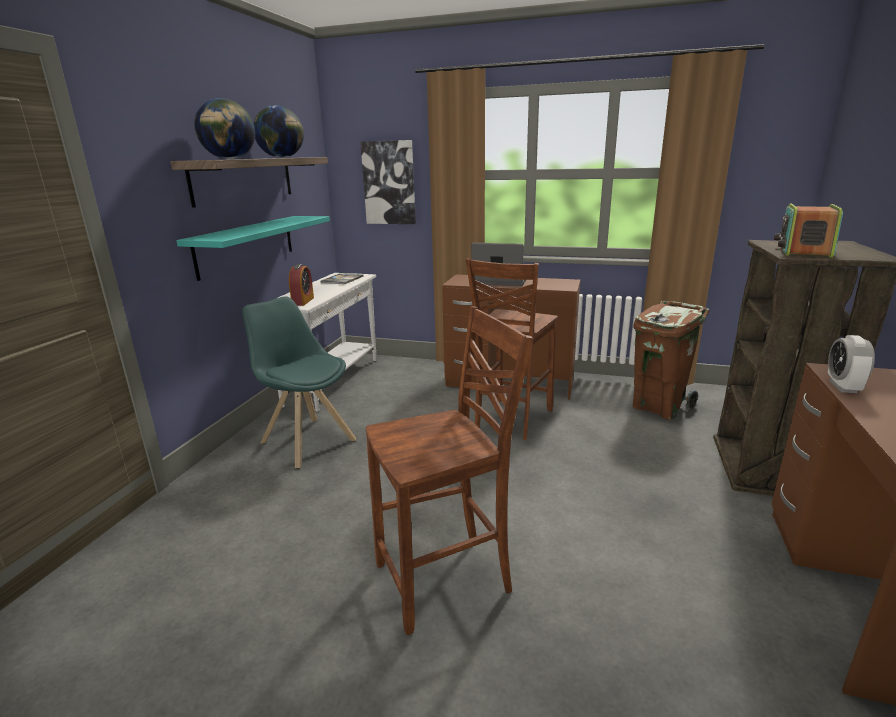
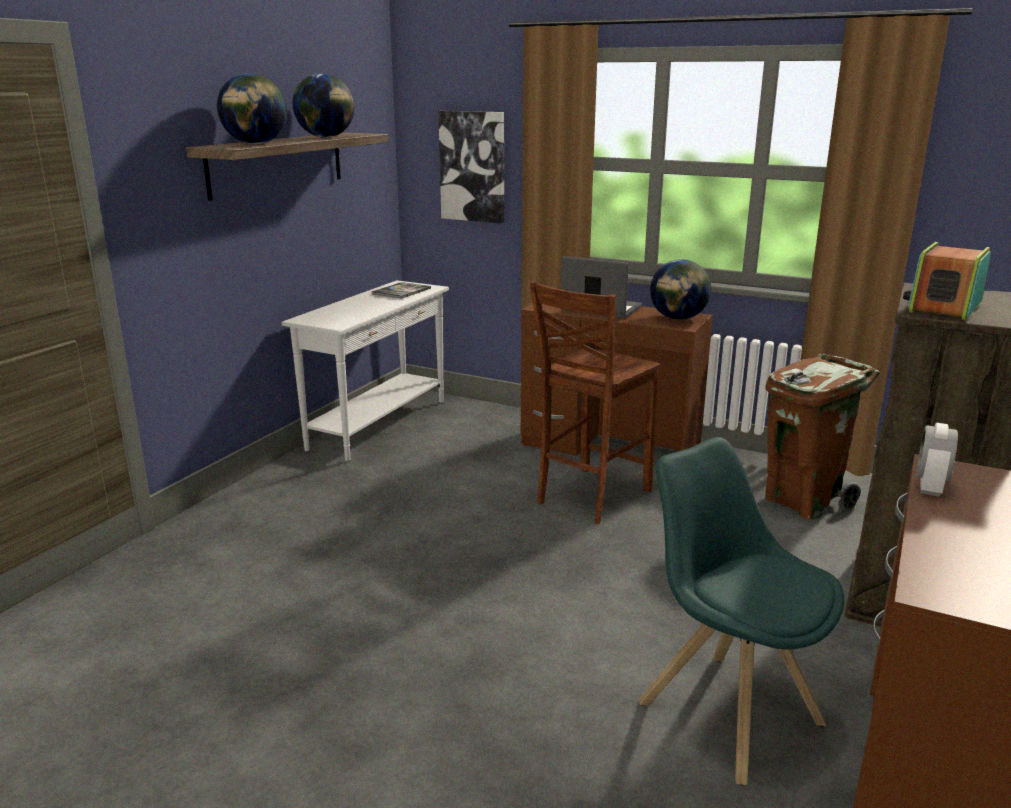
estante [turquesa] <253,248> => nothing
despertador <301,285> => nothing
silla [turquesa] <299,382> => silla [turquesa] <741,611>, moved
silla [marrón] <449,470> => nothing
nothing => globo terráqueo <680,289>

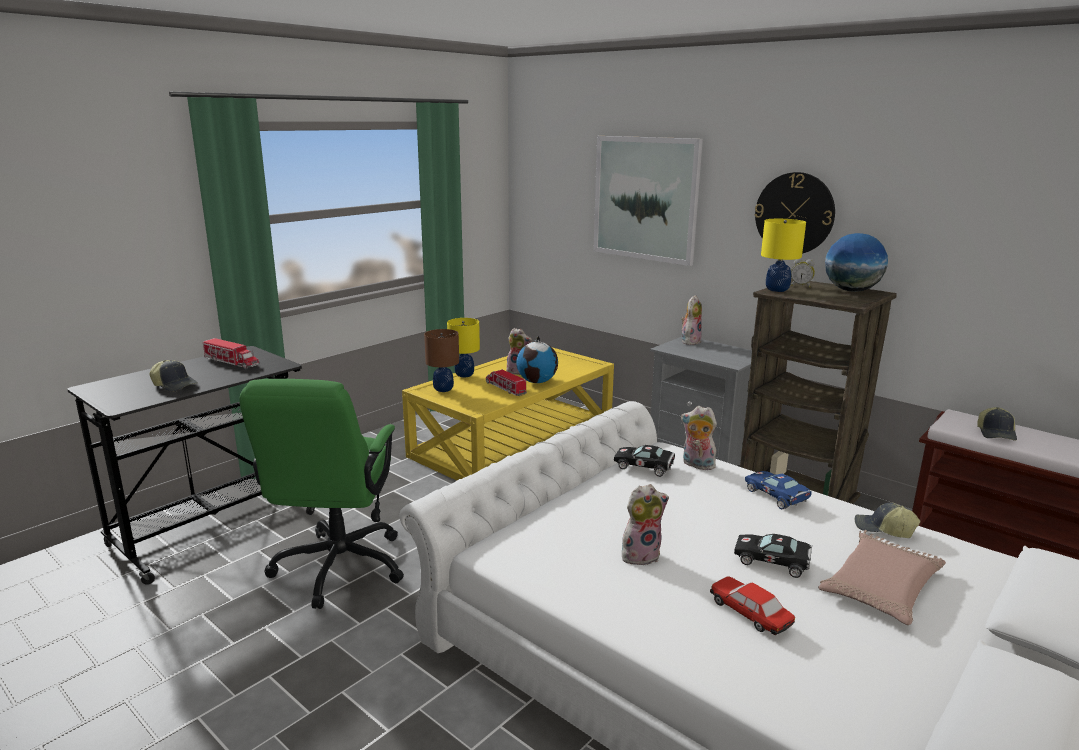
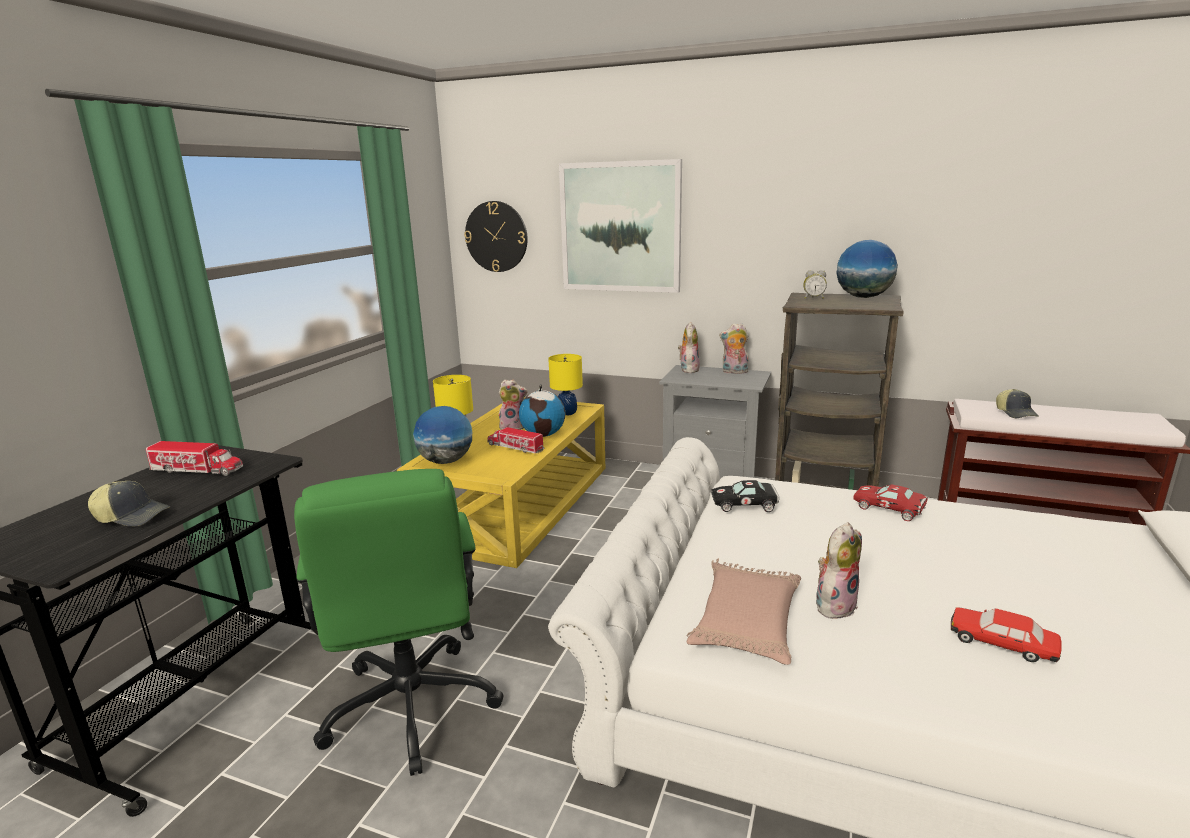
reloj de pared <795,213> => reloj de pared <496,236>, moved
lámpara de mesa [amarillo] <783,255> => lámpara de mesa [amarillo] <565,385>, moved
lámpara de mesa [marrón] <441,360> => globo terráqueo <442,435>
peluche <699,438> => peluche <734,348>, moved
coche de juguete [azul] <778,490> => coche de juguete [rojo] <891,503>
gorra <888,520> => nothing
cojín [beis] <882,577> => cojín [beis] <743,611>, moved
coche de juguete [negro] <773,556> => nothing

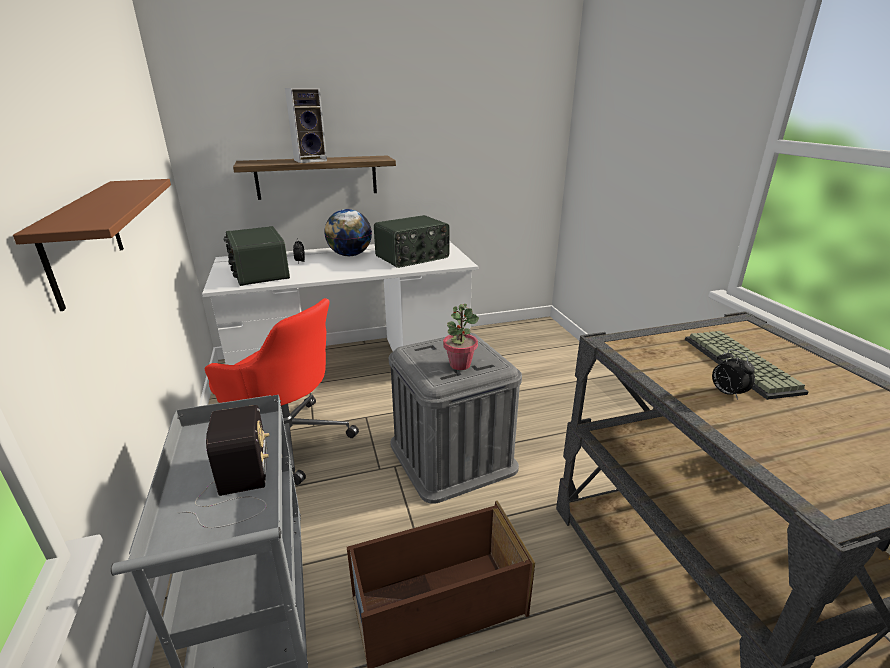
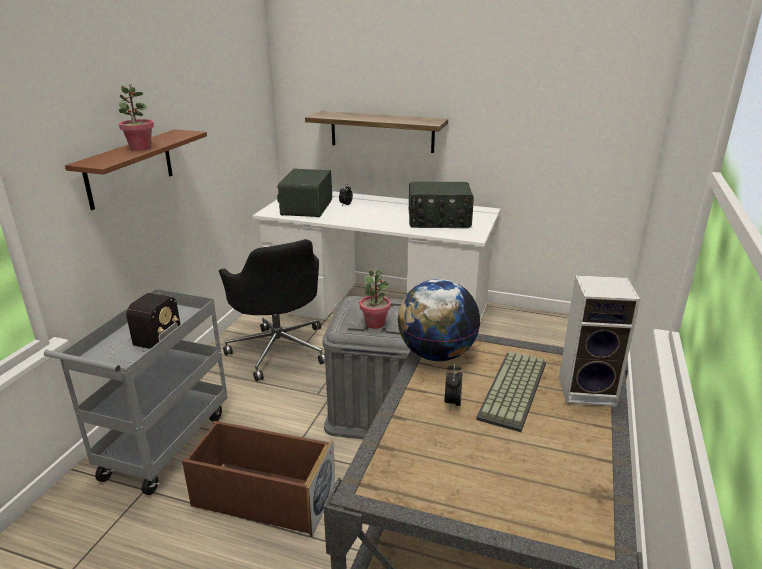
altavoz <306,125> => altavoz <599,341>, moved
globo terráqueo <348,232> => globo terráqueo <439,320>, moved
silla de oficina [rojo] <282,391> => silla de oficina [negro] <272,310>
nothing => planta en maceta <136,117>

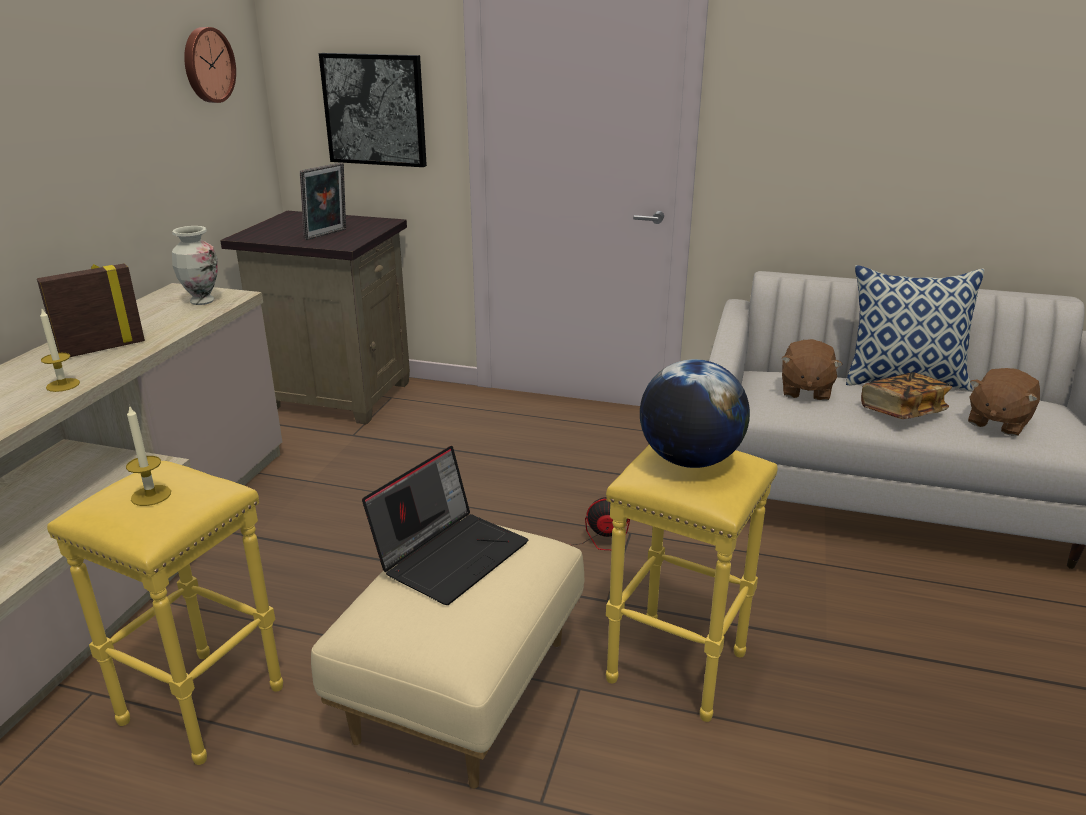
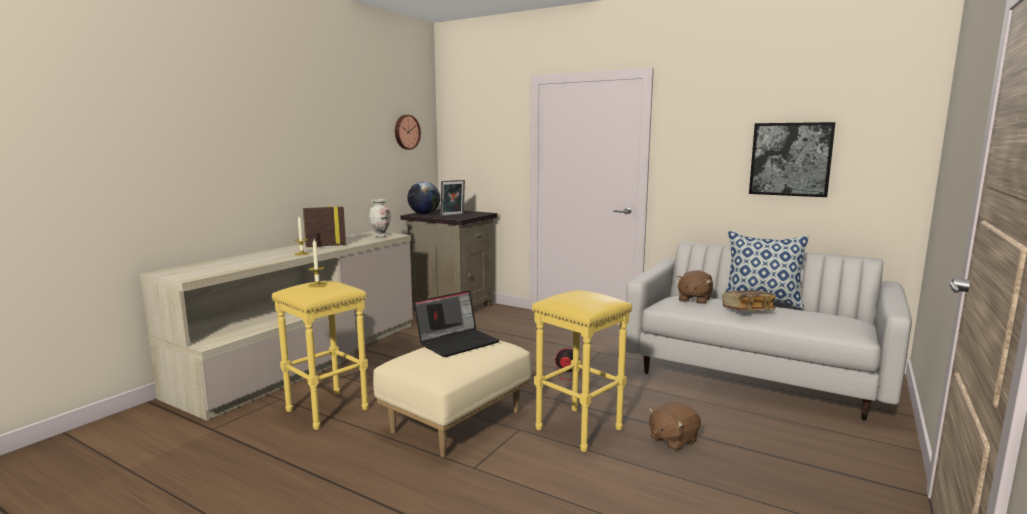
cuadro <373,110> => cuadro <792,159>, moved
globo terráqueo <695,413> => globo terráqueo <423,198>, moved
peluche [marrón] <1004,402> => peluche [marrón] <675,426>, moved

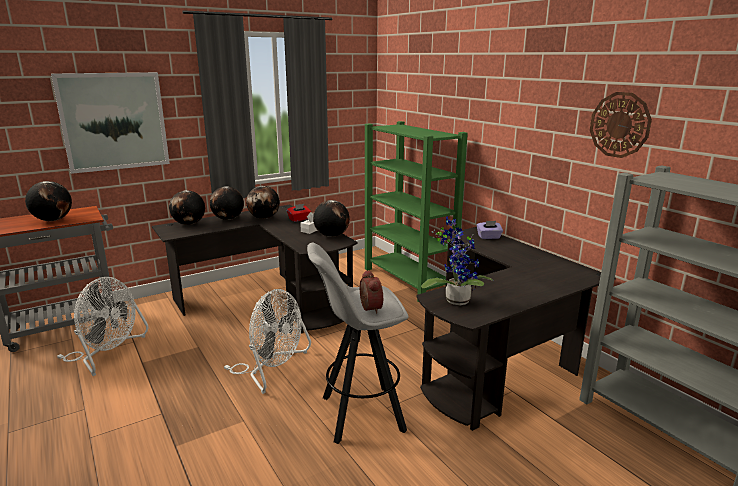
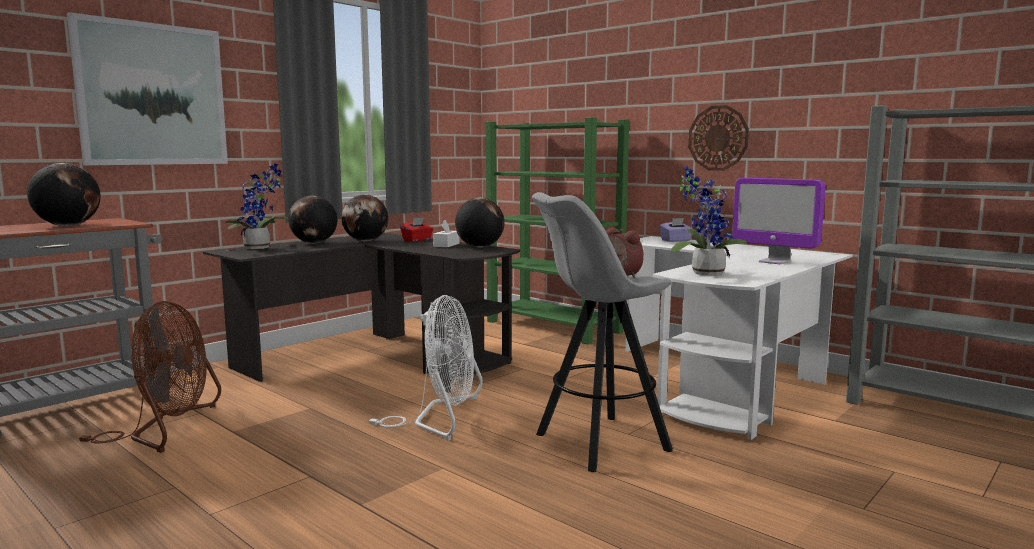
reloj de pared <621,125> => reloj de pared <718,138>, moved
globo terráqueo <187,207> => planta en maceta <256,206>
escritorio [negro] <516,329> => escritorio [blanco] <739,338>
ventilador [blanco] <102,326> => ventilador [marrón] <150,377>
nothing => monitor <778,221>

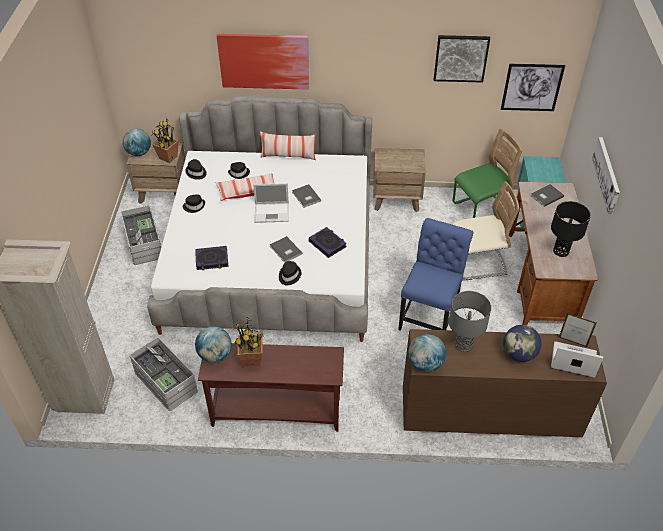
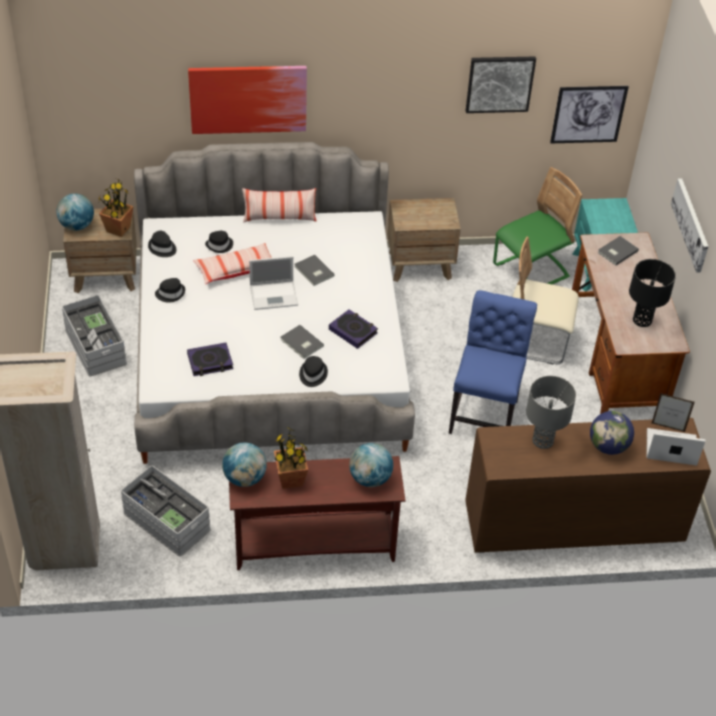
silla [beis] <485,230> => silla [beis] <546,300>, 150 degrees counterclockwise
globo terráqueo <427,353> => globo terráqueo <371,465>, moved

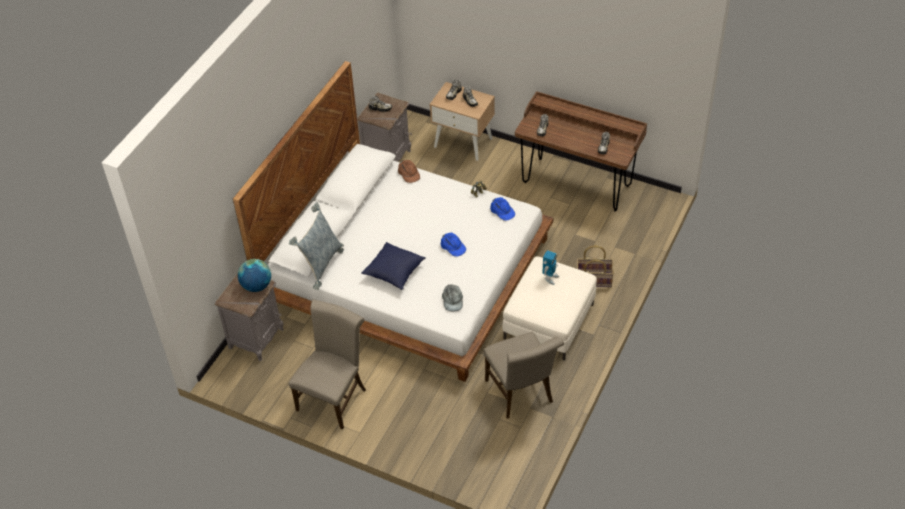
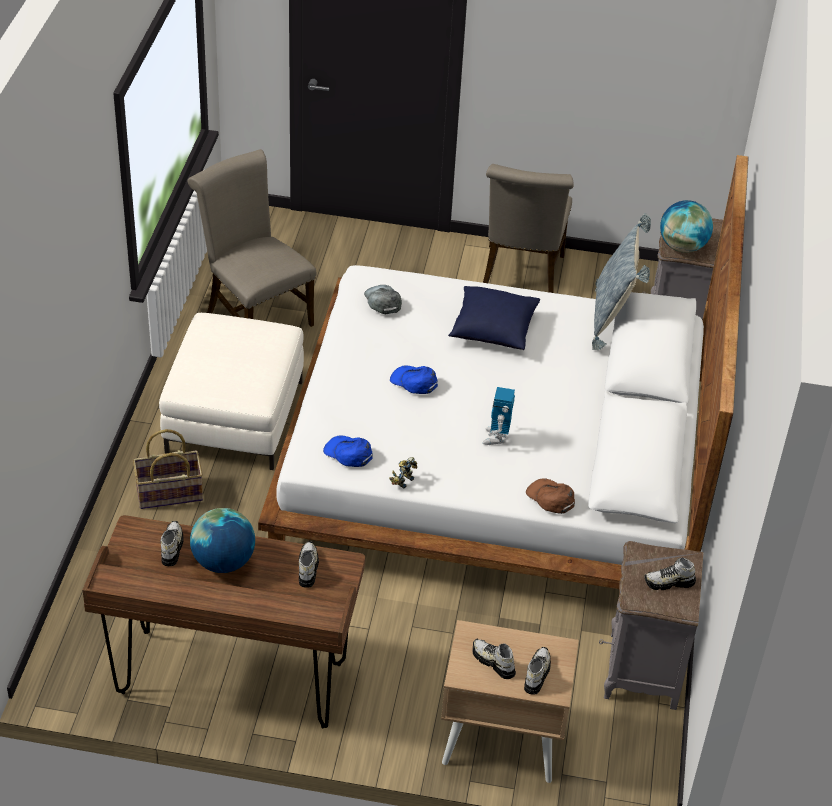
robot de juguete <551,267> => robot de juguete <498,416>, moved
nothing => globo terráqueo <222,540>

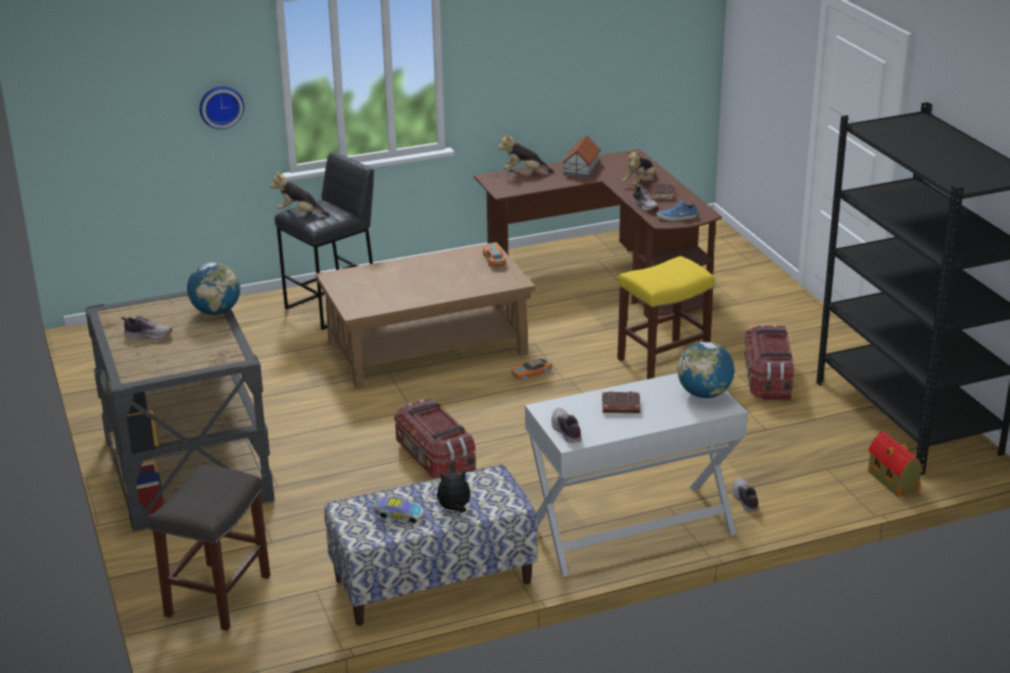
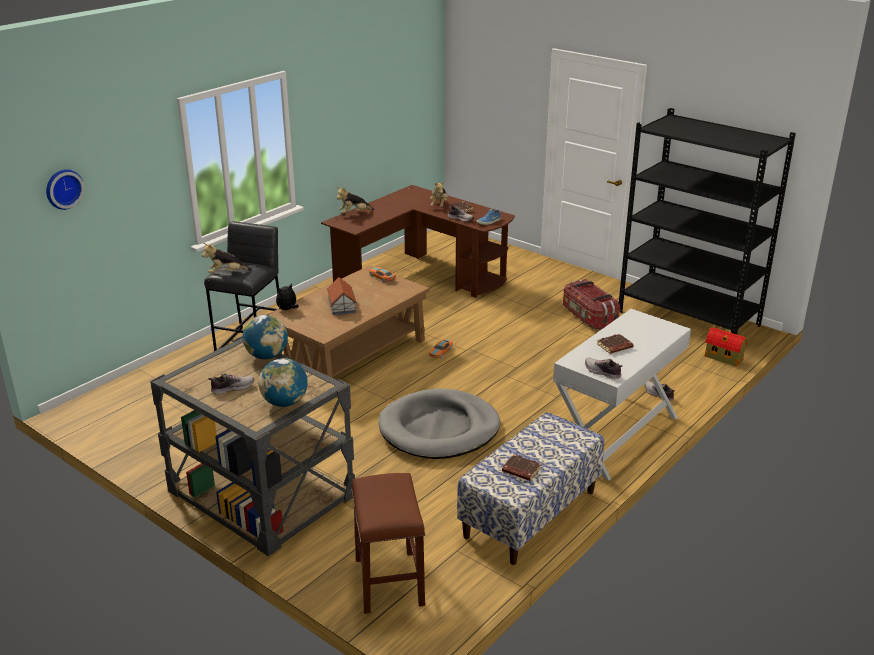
reloj de pared <221,107> => reloj de pared <65,189>, moved
casita <581,157> => casita <342,296>, moved
taburete [amarillo] <666,317> => nothing
globo terráqueo <705,370> => globo terráqueo <283,382>, moved
caja de almacenaje <435,438> => cama para perro [gris] <439,424>
taburete [gris] <210,548> => taburete [marrón] <388,543>
peluche <453,491> => peluche <287,297>, moved
coche de juguete <398,510> => libro [marrón] <521,467>

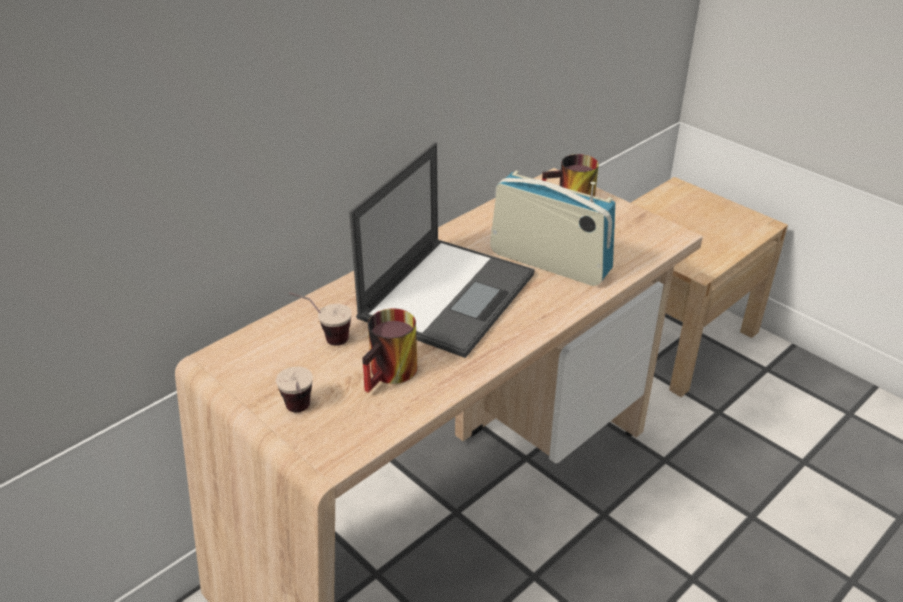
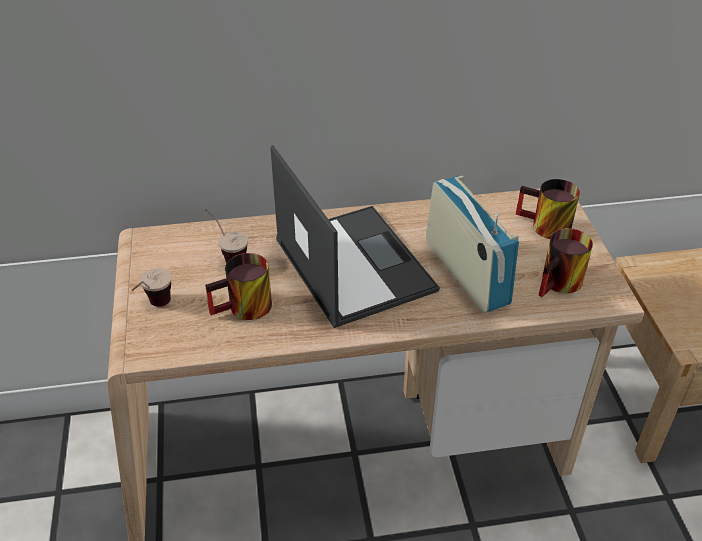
portátil <442,250> => portátil <355,236>, 90 degrees counterclockwise
nothing => taza grande <566,262>

